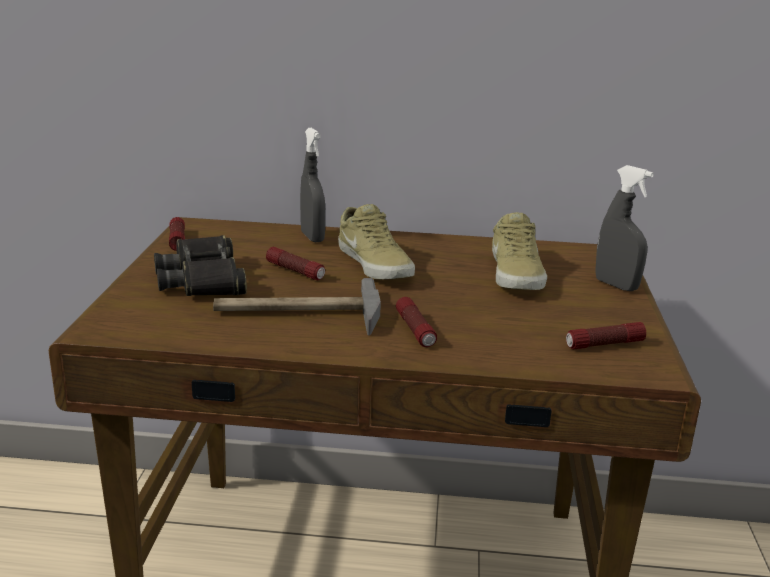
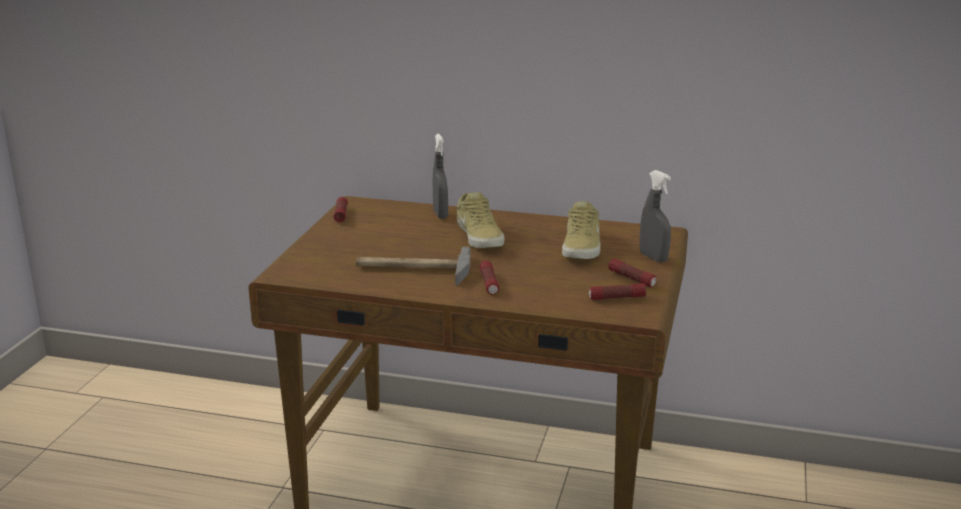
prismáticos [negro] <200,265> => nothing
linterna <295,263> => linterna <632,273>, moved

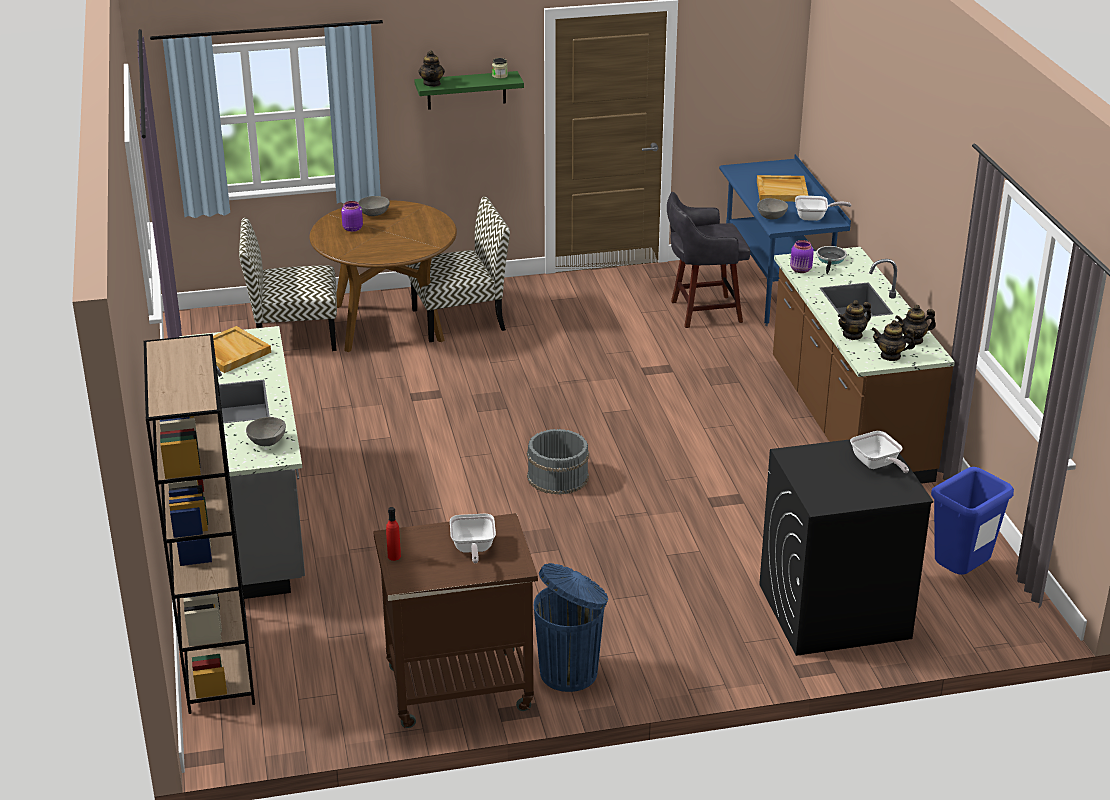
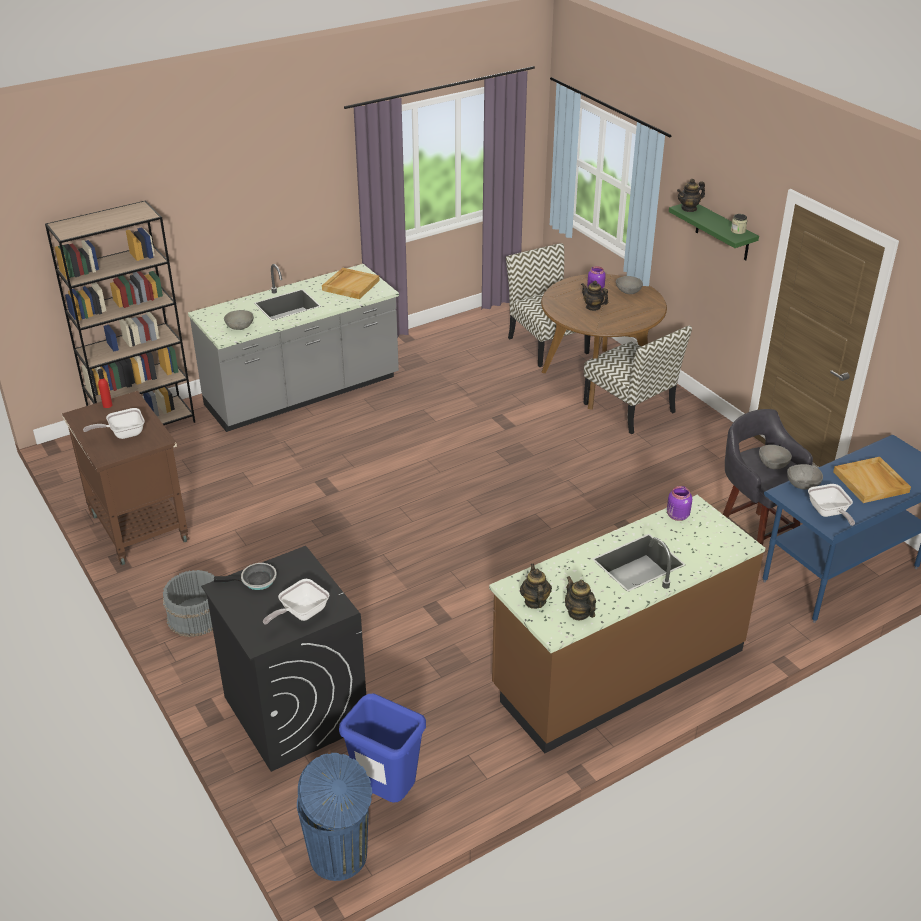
sartén <831,260> => sartén <245,576>, moved
tetera <854,320> => tetera <594,295>, moved
cubo [gris] <558,462> => cubo [gris] <189,603>, moved
papelera [azul] <571,627> => papelera [azul] <334,817>, moved
nothing => cuenco [gris] <775,457>

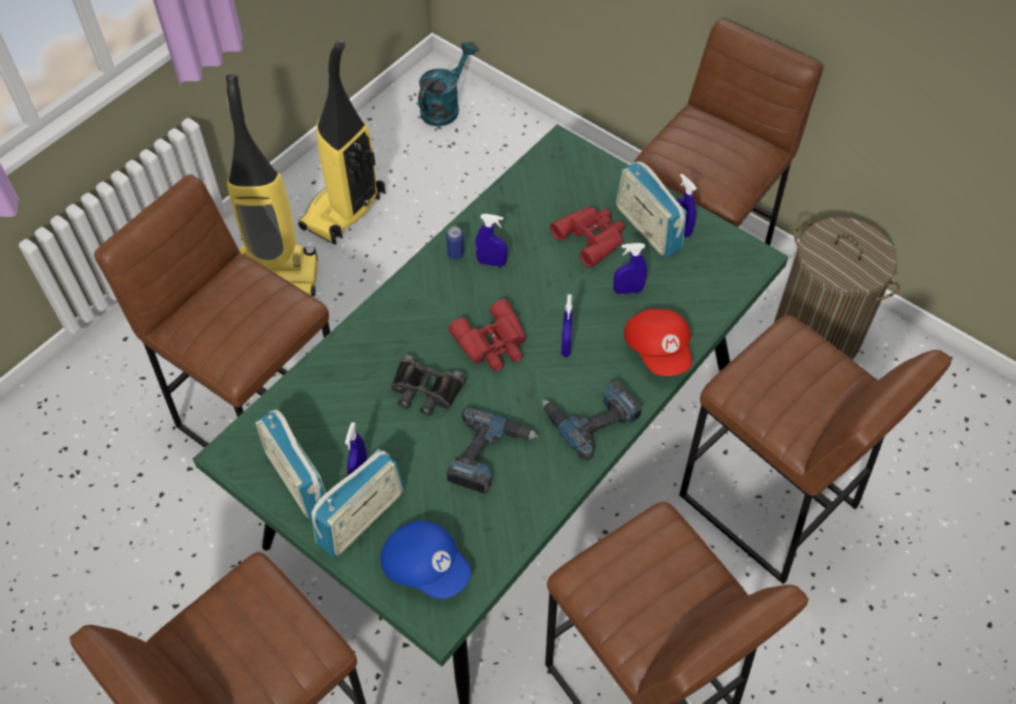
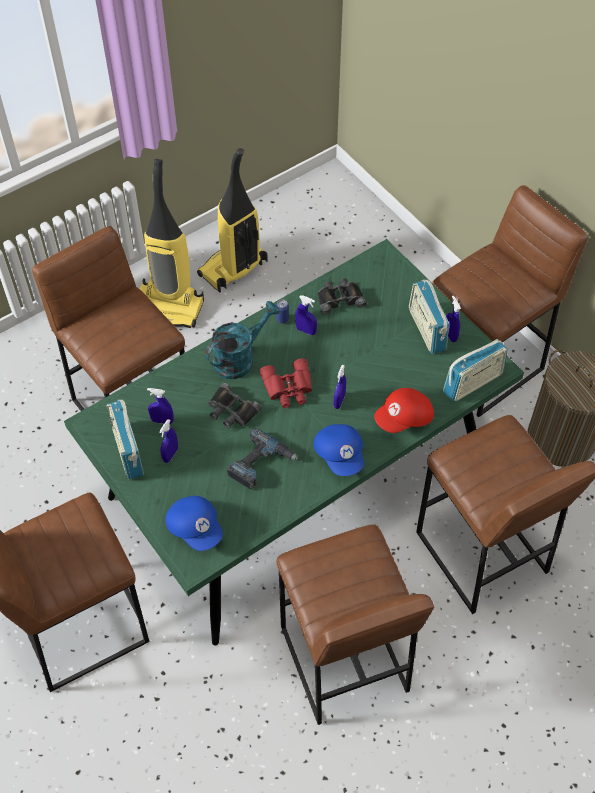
regadera [turquesa] <447,84> => regadera [turquesa] <242,340>, moved
prismáticos [rojo] <587,237> => nothing
pulverizador [azul] <630,269> => pulverizador [azul] <160,406>, moved
gorra [rojo] <658,342> => gorra [rojo] <404,410>, 60 degrees clockwise
taladro <592,420> => gorra [azul] <339,450>
radio <357,503> => radio <475,370>, moved
nothing => prismáticos [negro] <342,296>

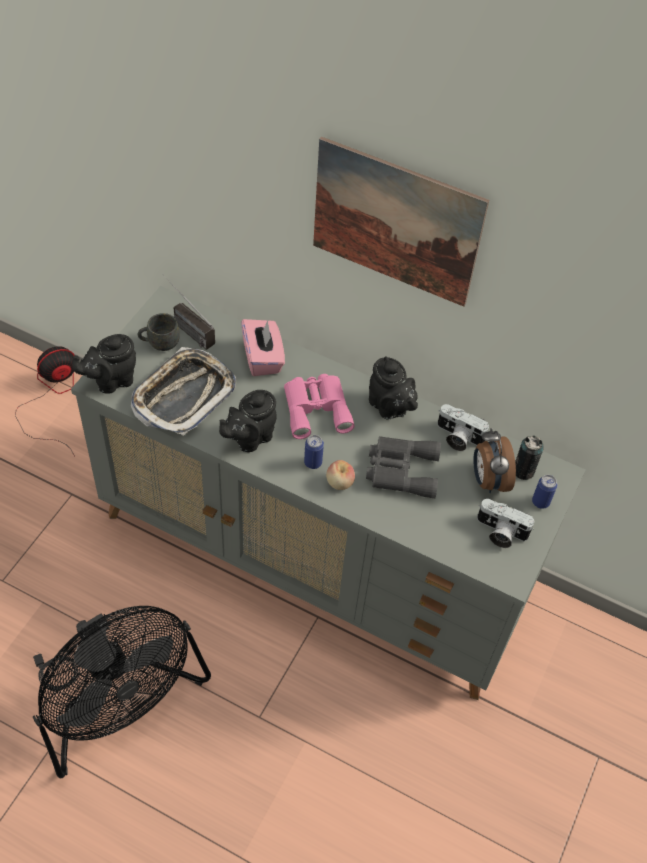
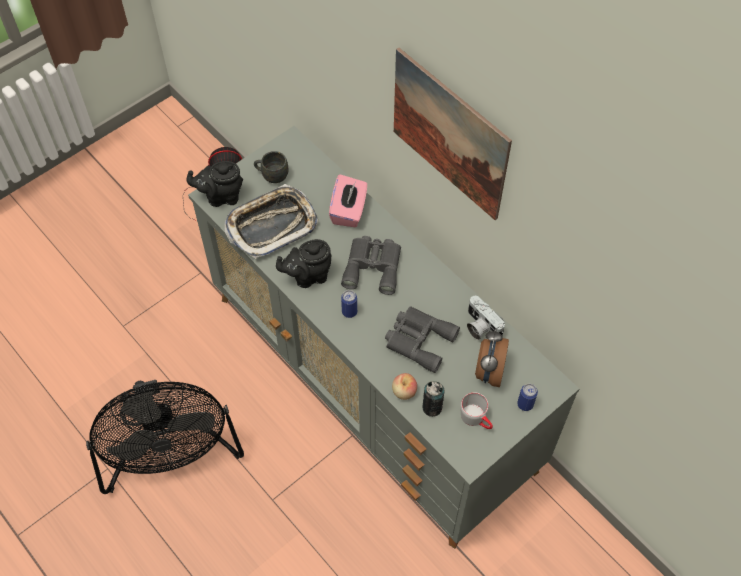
radio <189,312> => nothing
tetera [negro] <393,388> => nothing
prismáticos [rosa] <319,406> => prismáticos [gris] <371,265>
lata <529,458> => lata <433,399>, moved
manzana <340,475> => manzana <404,386>, moved
cámara <505,523> => taza grande [gris] <476,410>

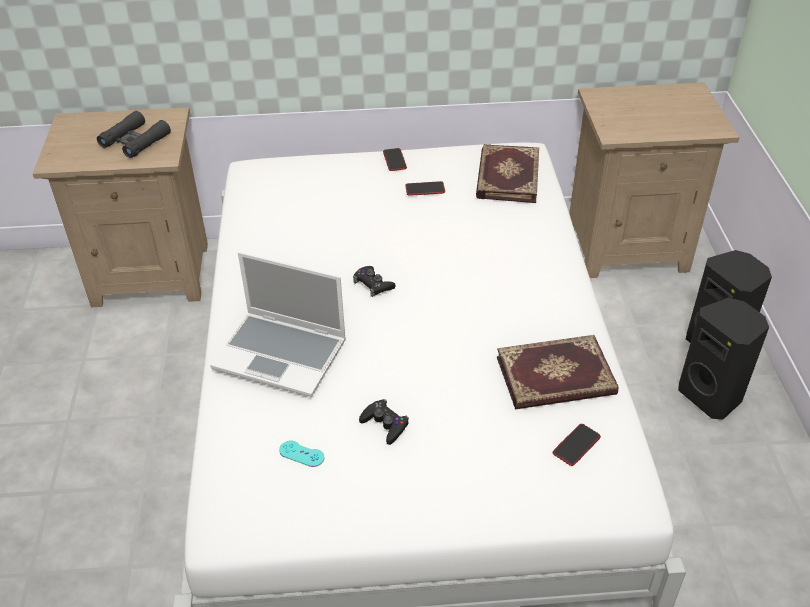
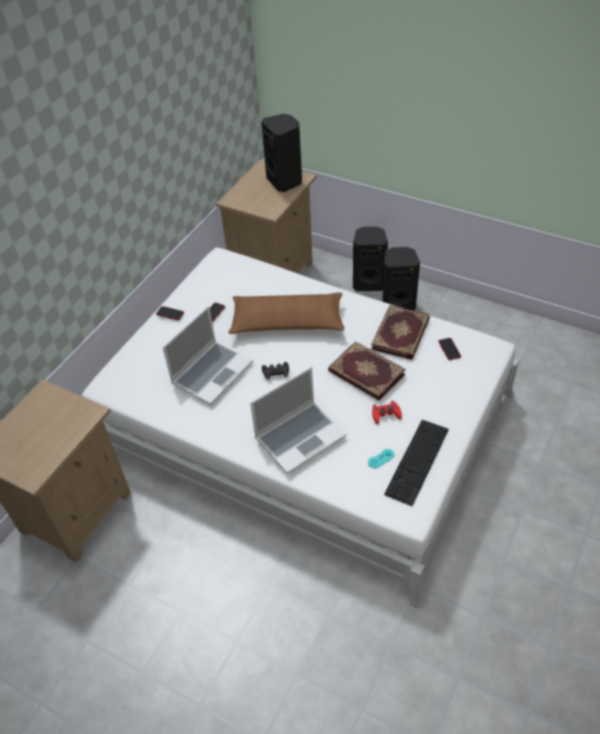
prismáticos [negro] <134,134> => nothing
libro <507,173> => libro <367,371>, moved
mando de consola [negro] <384,422> => mando de consola [rojo] <387,412>
nothing => altavoz [negro] <281,153>
nothing => cojín [marrón] <286,313>
nothing => portátil <207,355>
nothing => teclado <416,463>

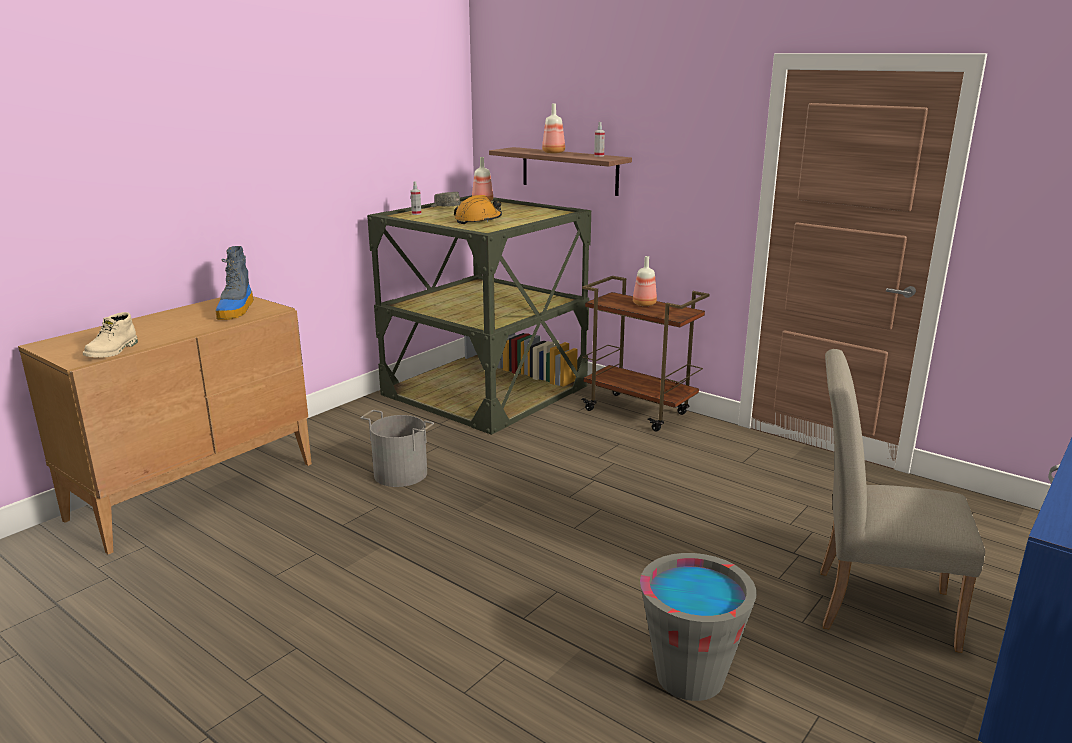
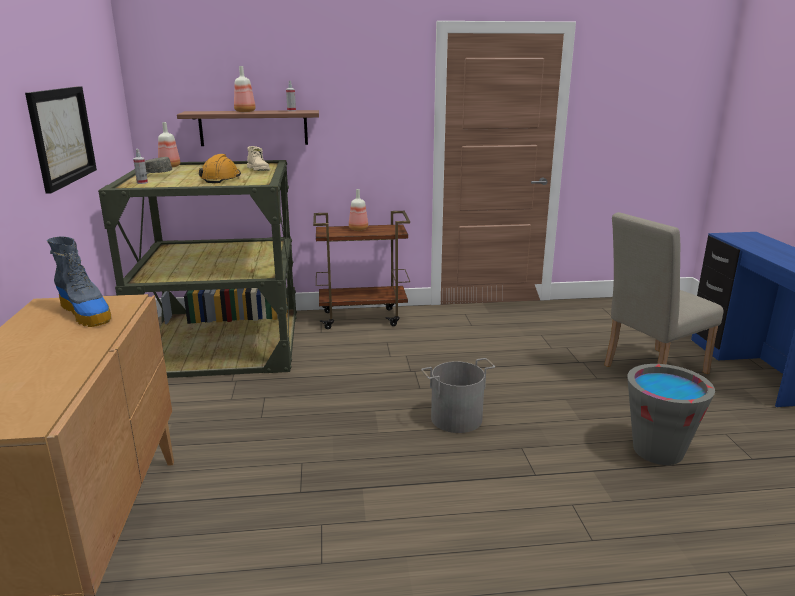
bota [beis] <110,335> => bota [beis] <258,158>, moved
cubo [gris] <397,448> => cubo [gris] <458,395>, moved
nothing => cuadro <61,140>

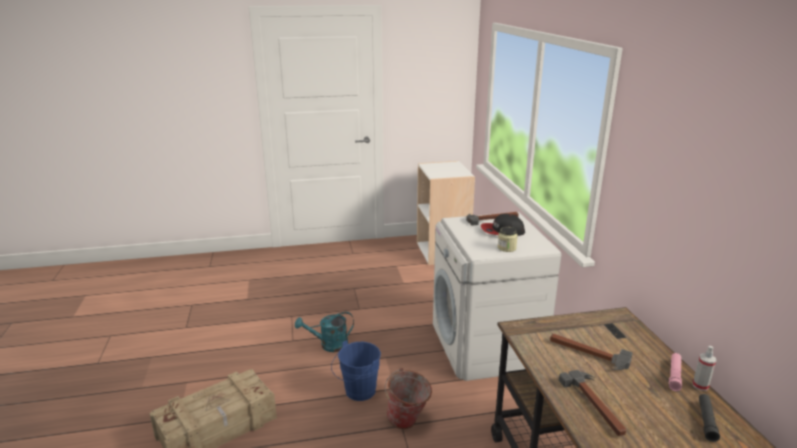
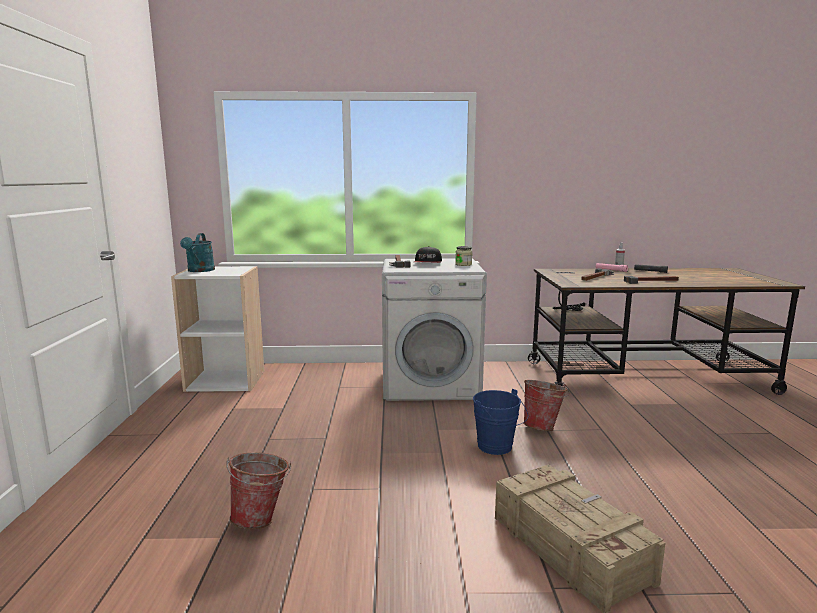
regadera [turquesa] <324,332> => regadera [turquesa] <197,252>, moved
nothing => cubo <259,490>

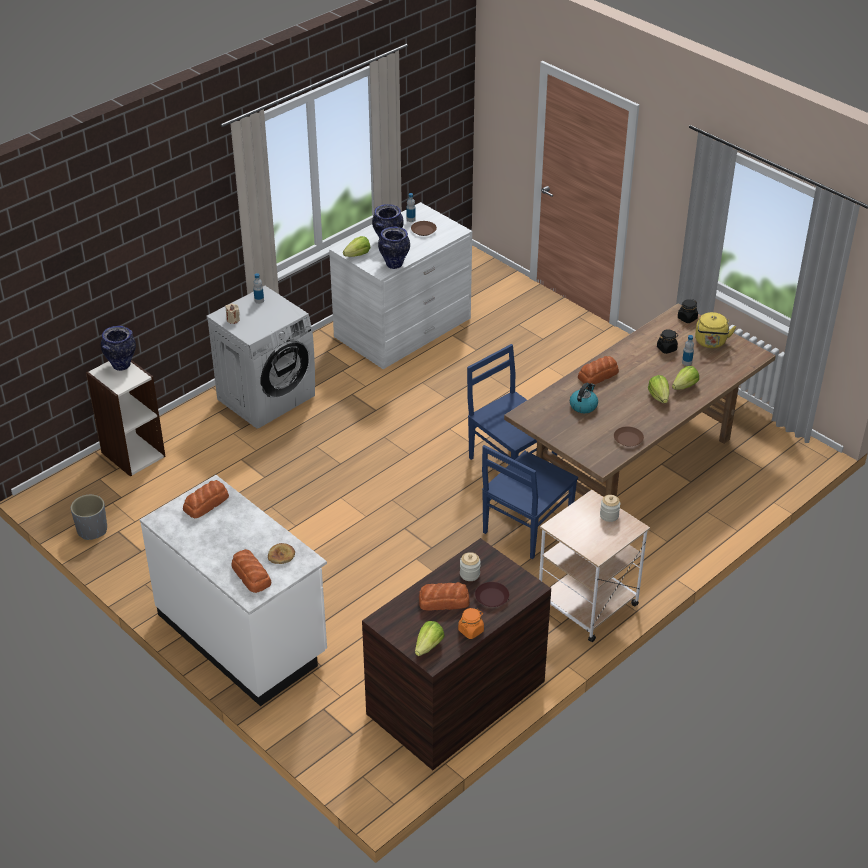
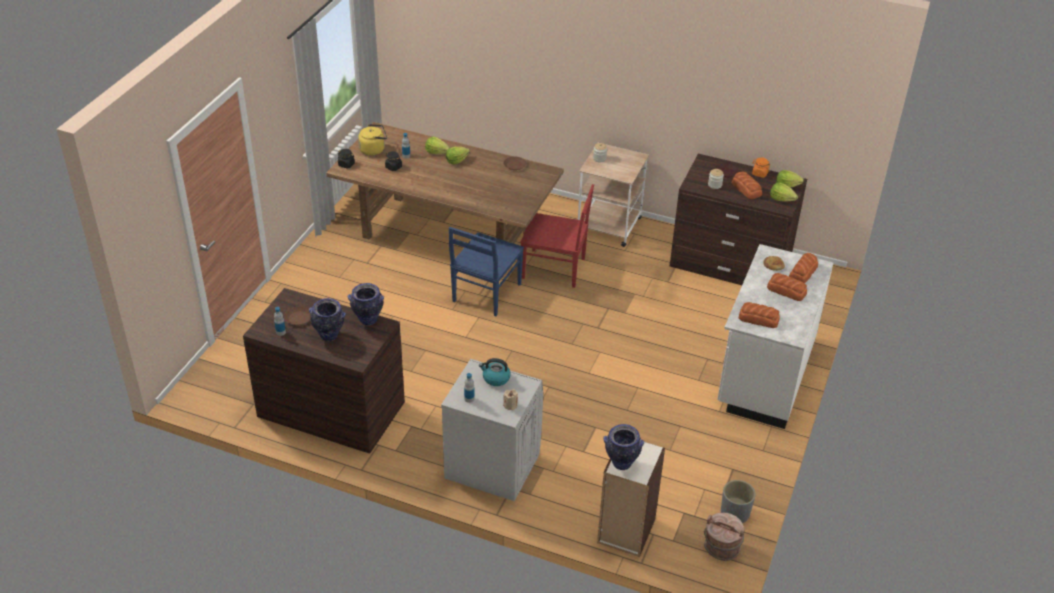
cómoda [blanco] <400,285> => cómoda [marrón] <324,371>
lechuga <356,246> => lechuga <784,192>, moved
pan <598,370> => pan <787,287>, moved
hervidor <584,398> => hervidor <495,372>, moved
silla [azul] <530,502> => silla [rojo] <557,236>
nothing => cubo [marrón] <724,537>

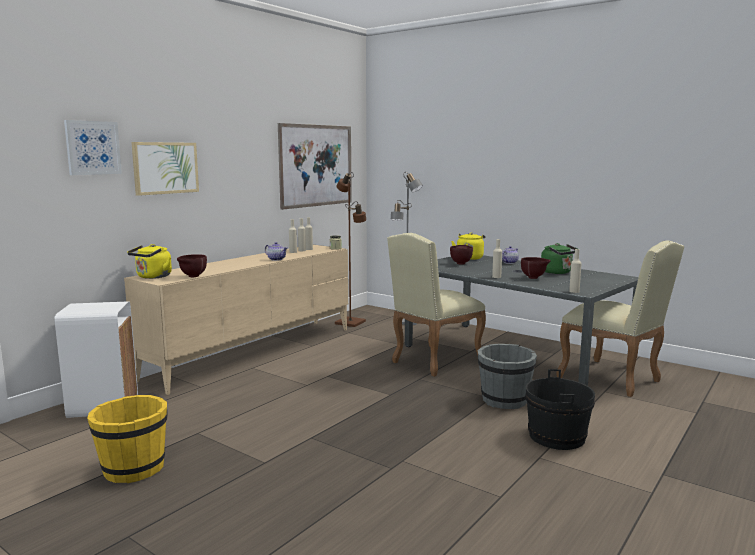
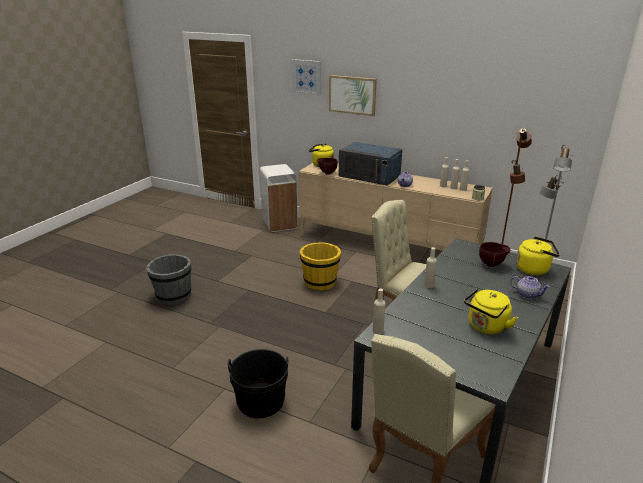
cuadro <315,166> => nothing
hervidor [verde] <560,258> => hervidor [amarillo] <491,311>
cuenco [marrón] <535,268> => nothing
cubo [gris] <507,376> => cubo [gris] <168,279>, moved
cubo [amarillo] <127,439> => cubo [amarillo] <320,266>, moved
nothing => microondas [azul] <370,164>

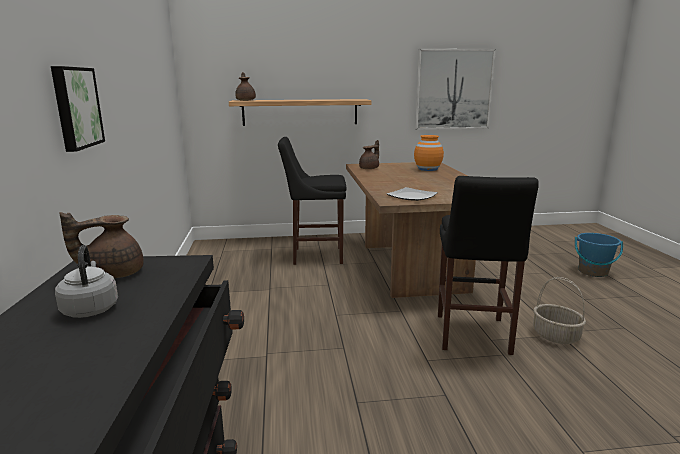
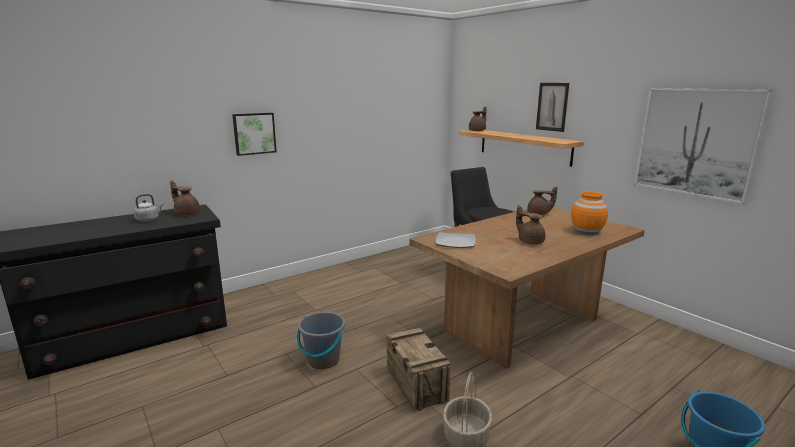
taburete [negro] <488,265> => caja de embalaje <418,369>
nothing => cuadro <552,107>
nothing => tetera [marrón] <530,224>
nothing => cubo [gris] <321,340>

